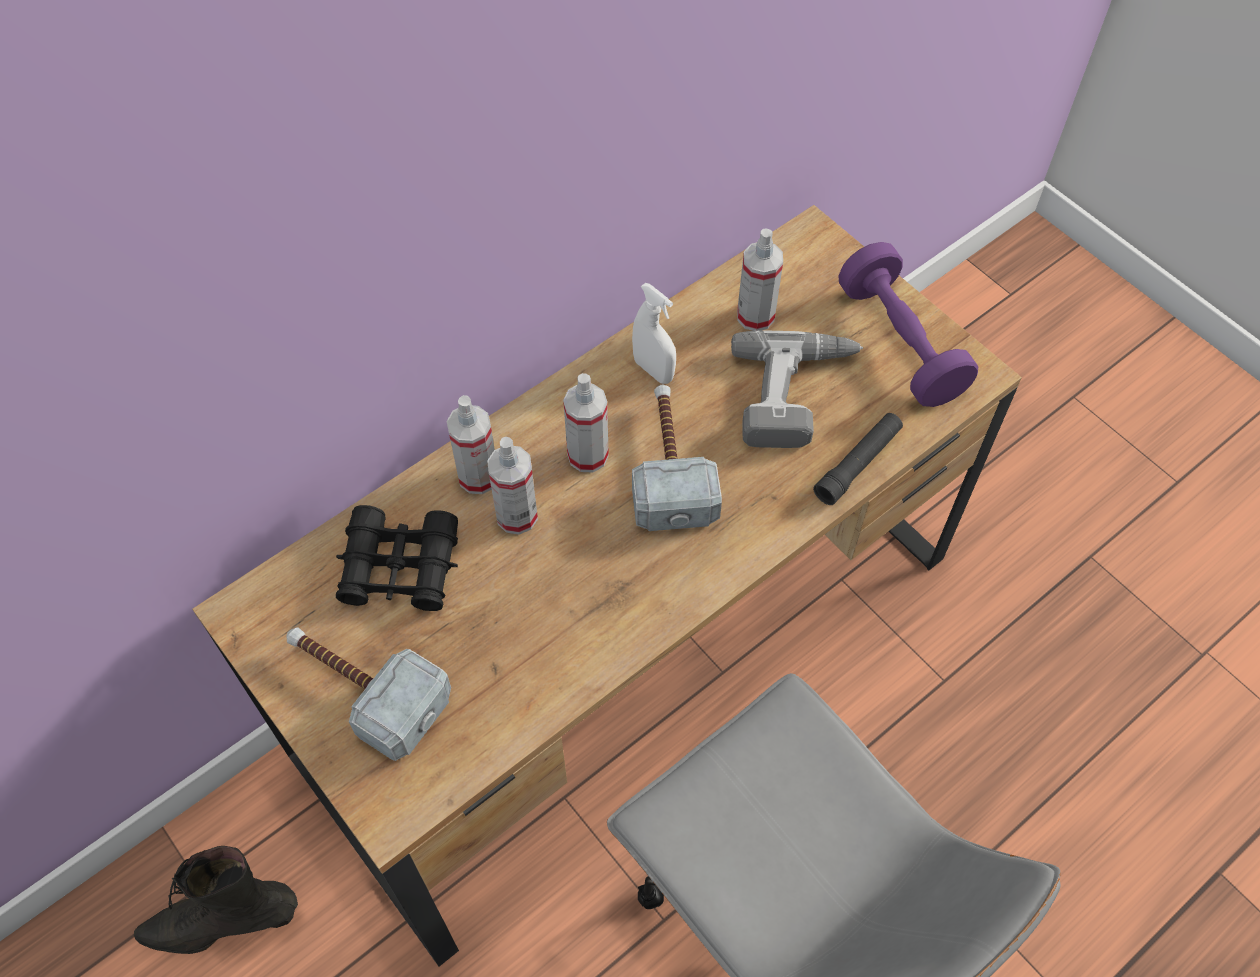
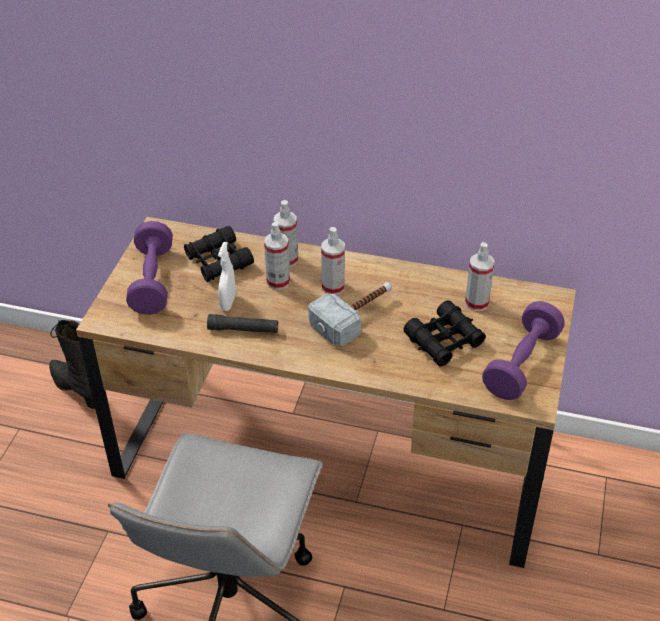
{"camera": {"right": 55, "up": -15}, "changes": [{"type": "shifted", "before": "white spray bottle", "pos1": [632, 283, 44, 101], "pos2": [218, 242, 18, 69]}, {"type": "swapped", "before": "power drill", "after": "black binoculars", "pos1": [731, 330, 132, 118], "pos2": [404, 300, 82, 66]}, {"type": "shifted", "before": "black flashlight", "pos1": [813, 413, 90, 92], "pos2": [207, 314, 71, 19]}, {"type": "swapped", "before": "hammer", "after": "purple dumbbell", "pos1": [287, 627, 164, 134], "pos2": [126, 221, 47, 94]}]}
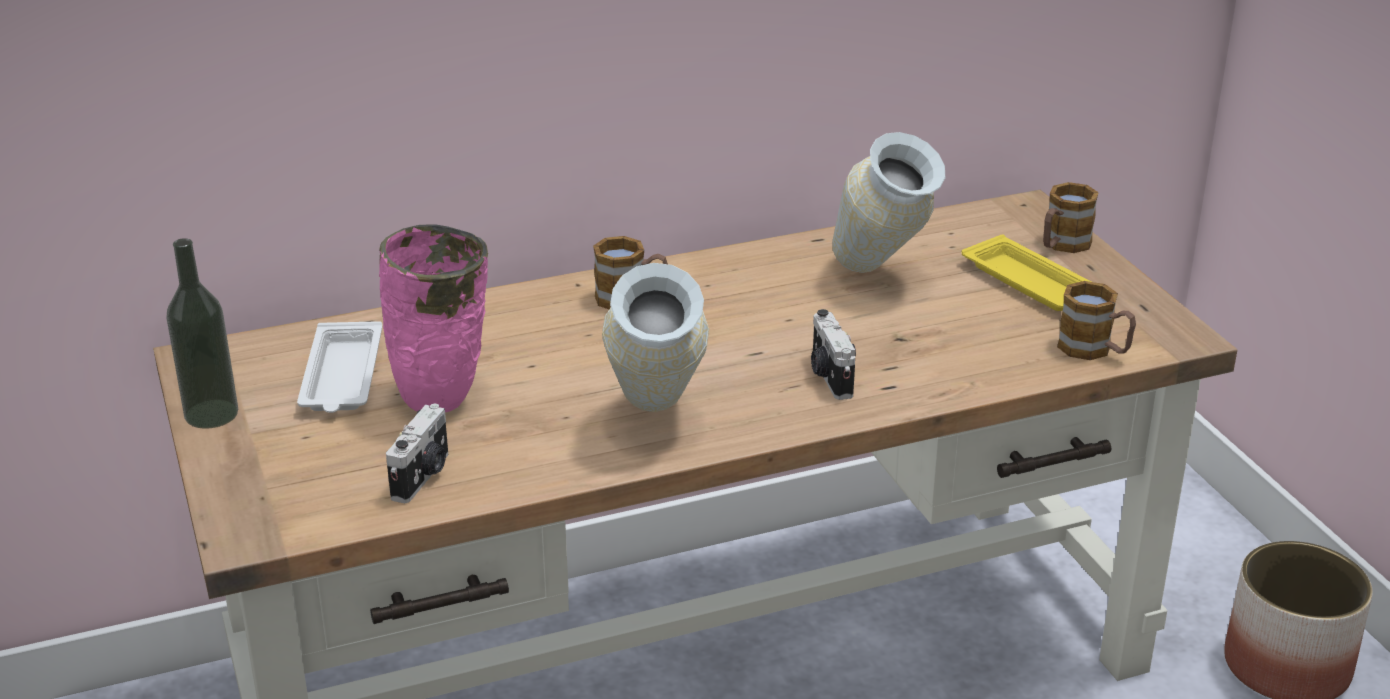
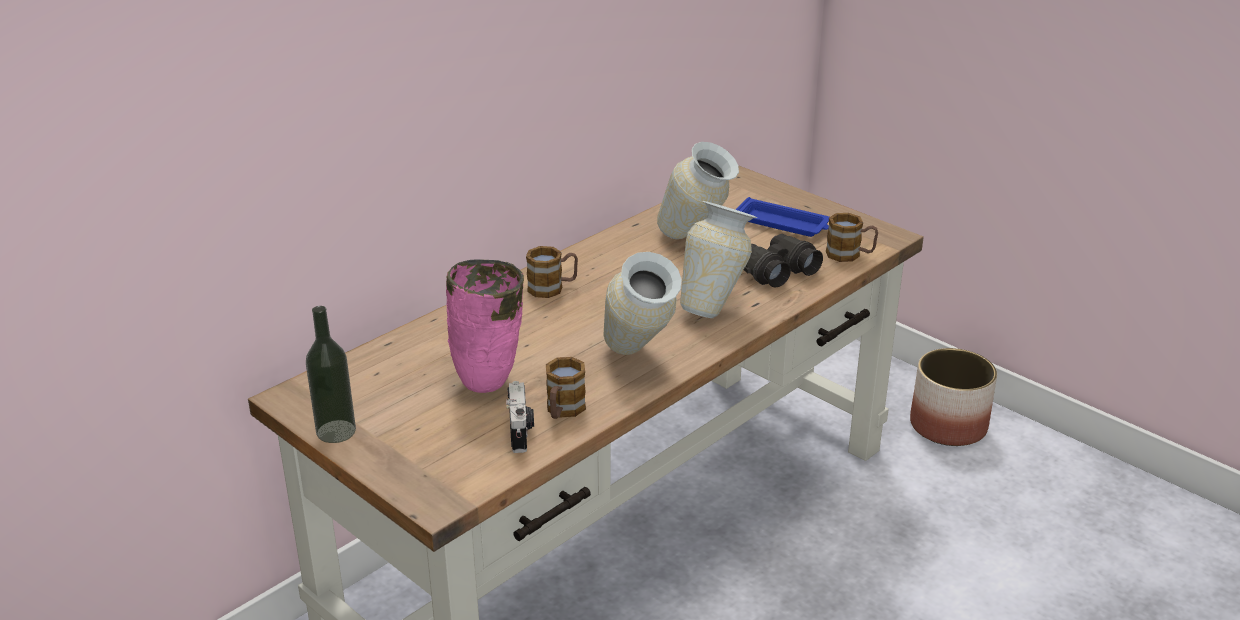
{"camera": {"right": -25, "up": 0}, "changes": [{"type": "shifted", "before": "mug", "pos1": [1043, 182, 56, 71], "pos2": [546, 357, 40, 62]}, {"type": "repainted", "before": "yellow tray", "after": "blue tray", "pos1": [962, 234, 129, 77], "pos2": [736, 197, 93, 40]}, {"type": "swapped", "before": "photo camera", "after": "vase", "pos1": [811, 309, 45, 91], "pos2": [680, 201, 77, 117]}, {"type": "gone", "before": "white tray", "pos1": [297, 321, 85, 92]}, {"type": "new", "after": "black binoculars", "pos2": [744, 234, 79, 54]}]}
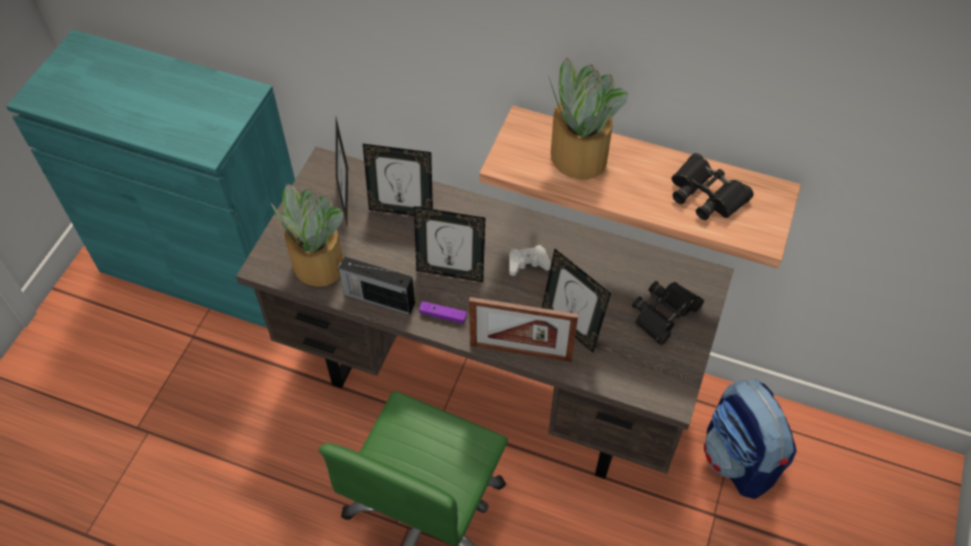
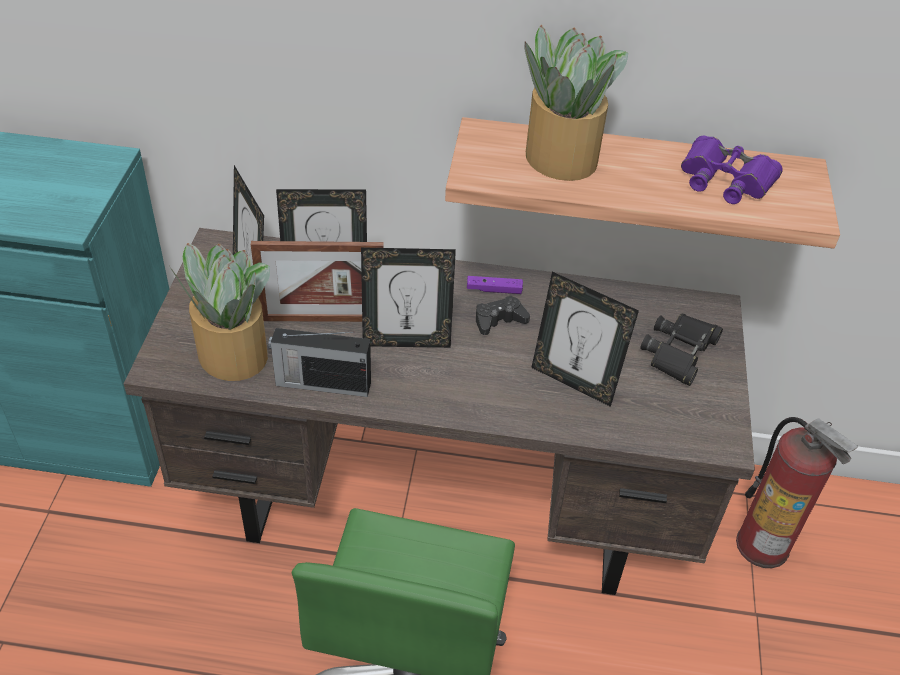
{"camera": {"right": -15, "up": -10}, "changes": [{"type": "repainted", "before": "black binoculars", "after": "purple binoculars", "pos1": [671, 153, 83, 67], "pos2": [681, 136, 102, 68]}, {"type": "repainted", "before": "white game controller", "after": "black game controller", "pos1": [509, 245, 42, 31], "pos2": [476, 296, 54, 39]}, {"type": "shifted", "before": "picture frame", "pos1": [469, 297, 109, 65], "pos2": [251, 241, 133, 81]}, {"type": "shifted", "before": "purple game controller", "pos1": [419, 301, 48, 23], "pos2": [467, 276, 56, 18]}, {"type": "swapped", "before": "backpack", "after": "fire extinguisher", "pos1": [704, 379, 93, 120], "pos2": [736, 417, 122, 151]}]}
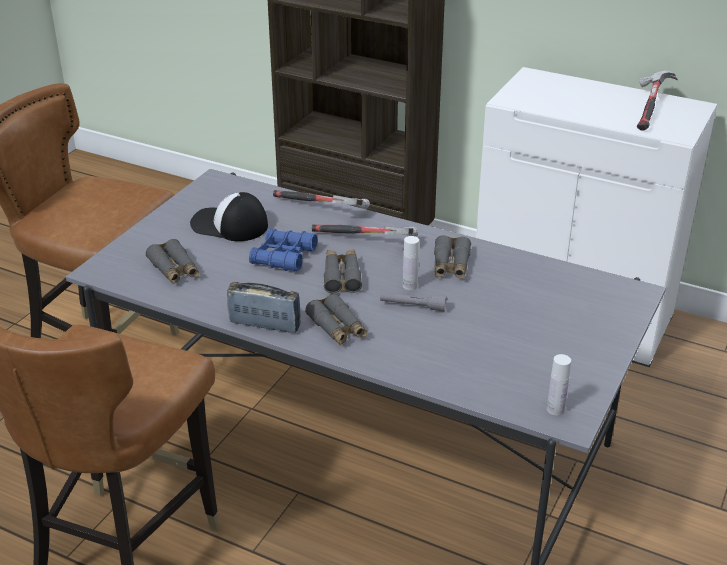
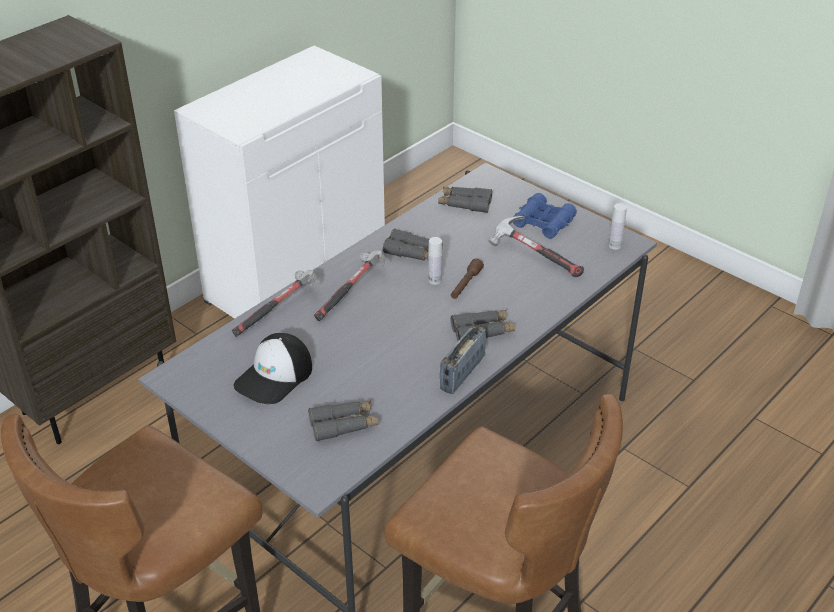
{"camera": {"right": -75, "up": 5}, "changes": [{"type": "shifted", "before": "hammer", "pos1": [637, 70, 41, 61], "pos2": [488, 216, 96, 61]}, {"type": "shifted", "before": "blue binoculars", "pos1": [249, 228, 68, 43], "pos2": [513, 193, 64, 46]}, {"type": "shifted", "before": "grey binoculars", "pos1": [324, 249, 38, 44], "pos2": [438, 187, 54, 26]}, {"type": "repainted", "before": "grey flashlight", "after": "brown flashlight", "pos1": [380, 292, 67, 20], "pos2": [451, 258, 33, 41]}]}
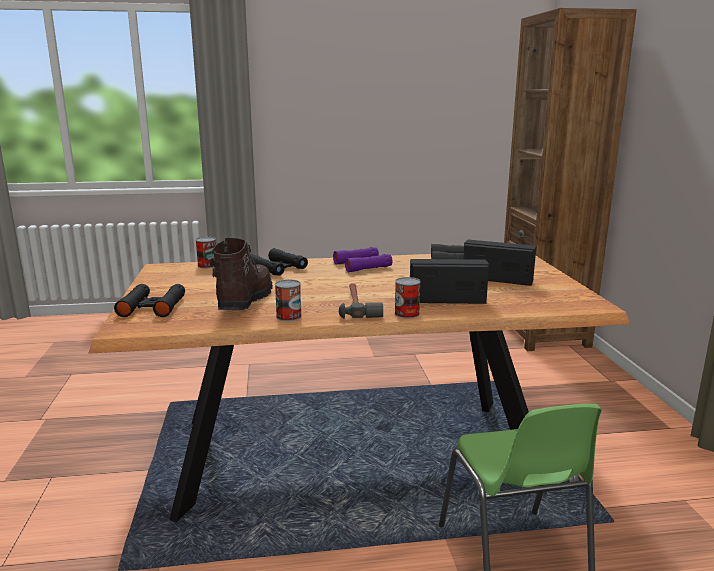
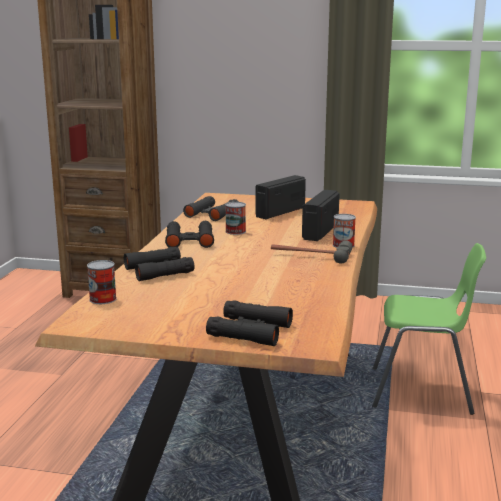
{"camera": {"right": -70, "up": 0}, "changes": [{"type": "gone", "before": "brown boot", "pos1": [209, 238, 64, 72]}, {"type": "repainted", "before": "purple binoculars", "after": "black binoculars", "pos1": [333, 247, 59, 25], "pos2": [165, 221, 49, 27]}, {"type": "shifted", "before": "can", "pos1": [275, 279, 27, 42], "pos2": [225, 202, 21, 33]}]}
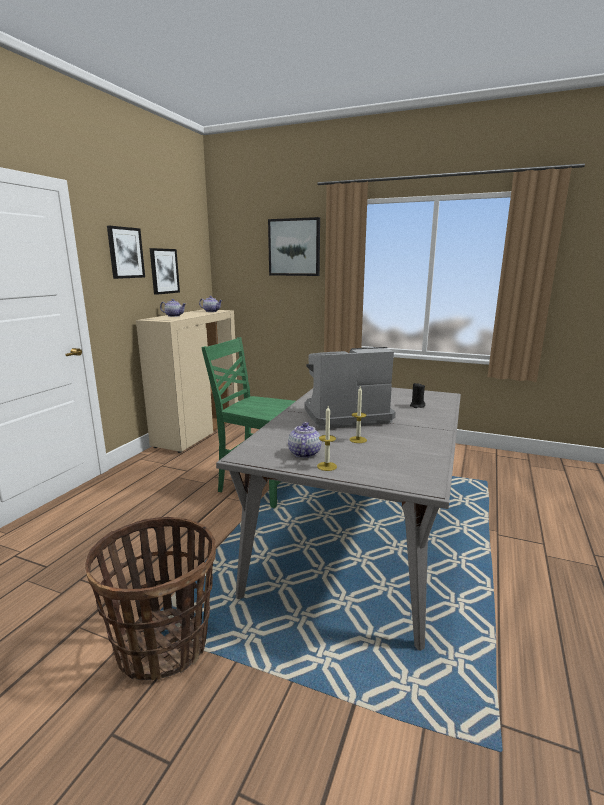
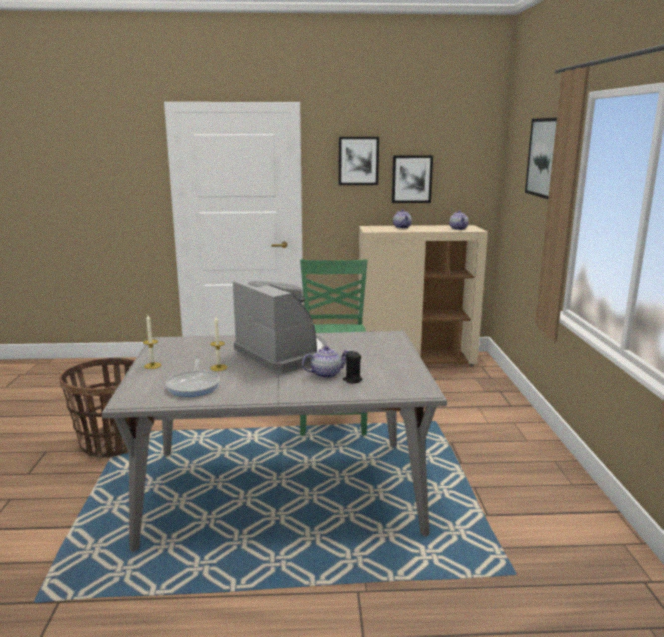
{"camera": {"right": 65, "up": 0}, "changes": [{"type": "shifted", "before": "teapot", "pos1": [288, 422, 33, 36], "pos2": [302, 346, 48, 32]}, {"type": "new", "after": "frying pan", "pos2": [166, 359, 54, 38]}]}
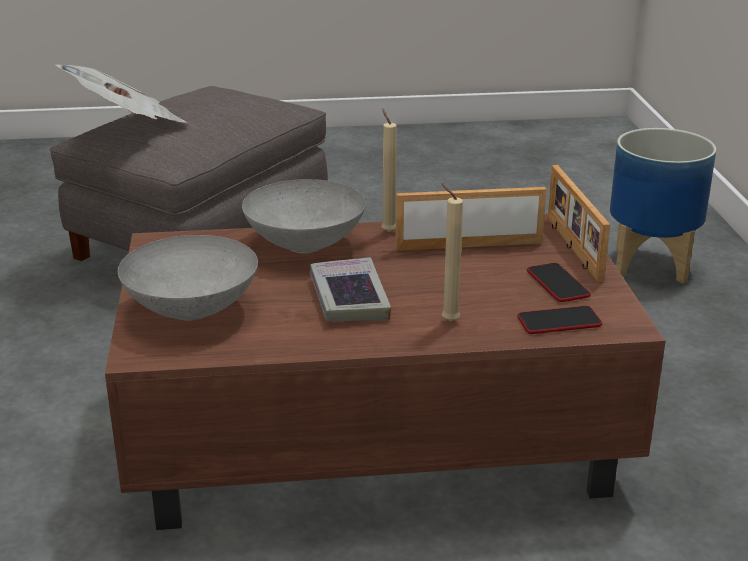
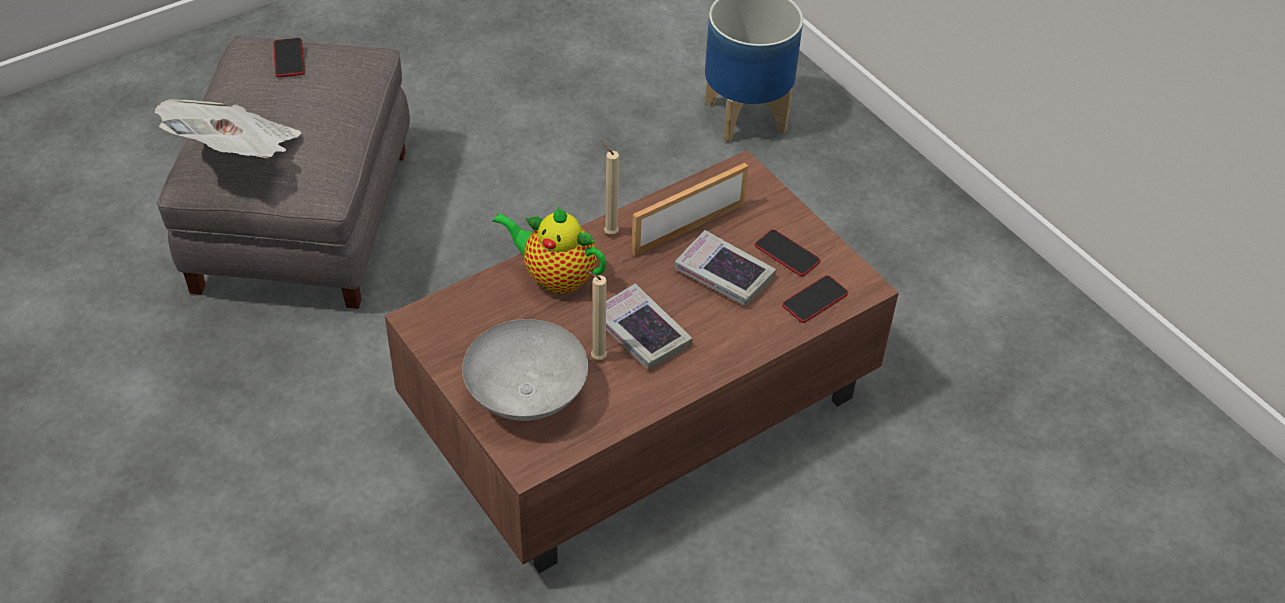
{"camera": {"right": -30, "up": 20}, "changes": [{"type": "gone", "before": "picture frame", "pos1": [548, 165, 62, 117]}, {"type": "swapped", "before": "grey bowl", "after": "teapot", "pos1": [242, 179, 124, 74], "pos2": [492, 206, 114, 88]}, {"type": "shifted", "before": "beige candle", "pos1": [441, 183, 22, 139], "pos2": [586, 270, 21, 90]}, {"type": "new", "after": "phone", "pos2": [273, 38, 32, 39]}, {"type": "new", "after": "book", "pos2": [674, 230, 102, 76]}]}
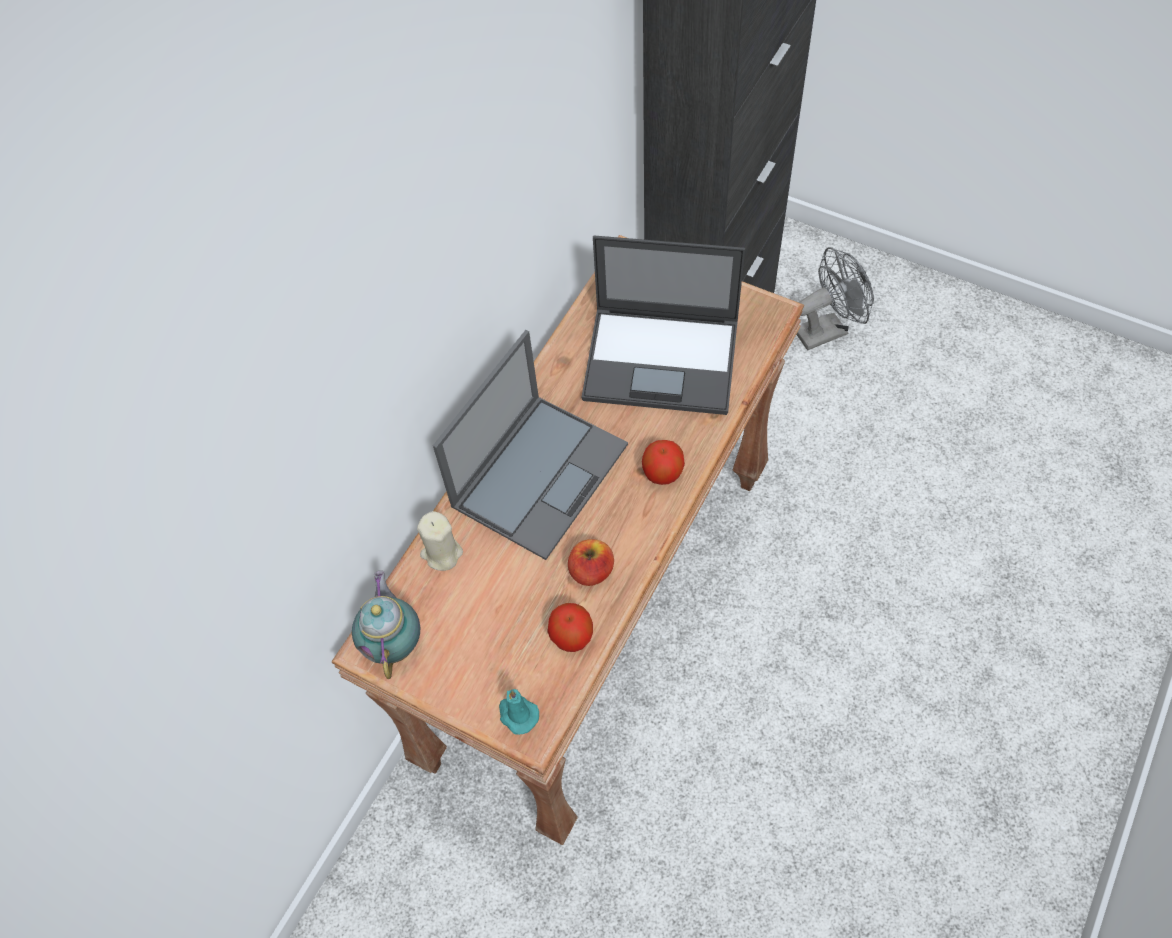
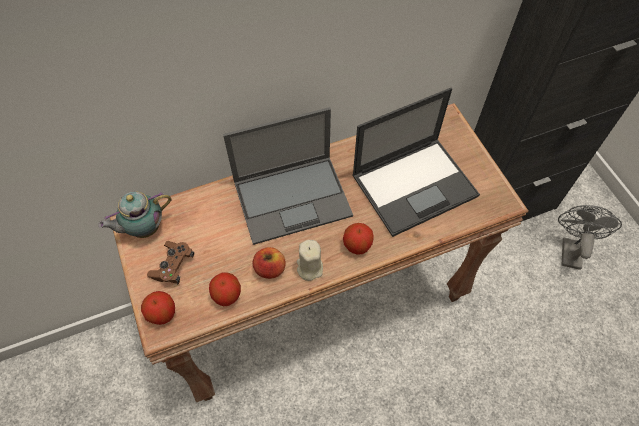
{"camera": {"right": 35, "up": 0}, "changes": [{"type": "rotated", "before": "laptop", "pos1": [581, 236, 164, 179], "pos2": [352, 88, 128, 149], "turn": -75}, {"type": "rotated", "before": "grey fan", "pos1": [796, 247, 78, 103], "pos2": [558, 205, 64, 65], "turn": -90}, {"type": "shifted", "before": "beige candle", "pos1": [417, 511, 46, 60], "pos2": [297, 240, 26, 41]}, {"type": "rotated", "before": "teapot", "pos1": [352, 570, 68, 109], "pos2": [98, 191, 73, 47], "turn": -150}, {"type": "swapped", "before": "turquoise candle", "after": "apple", "pos1": [499, 689, 40, 46], "pos2": [141, 291, 34, 34]}, {"type": "new", "after": "brown game controller", "pos2": [147, 241, 47, 43]}]}
